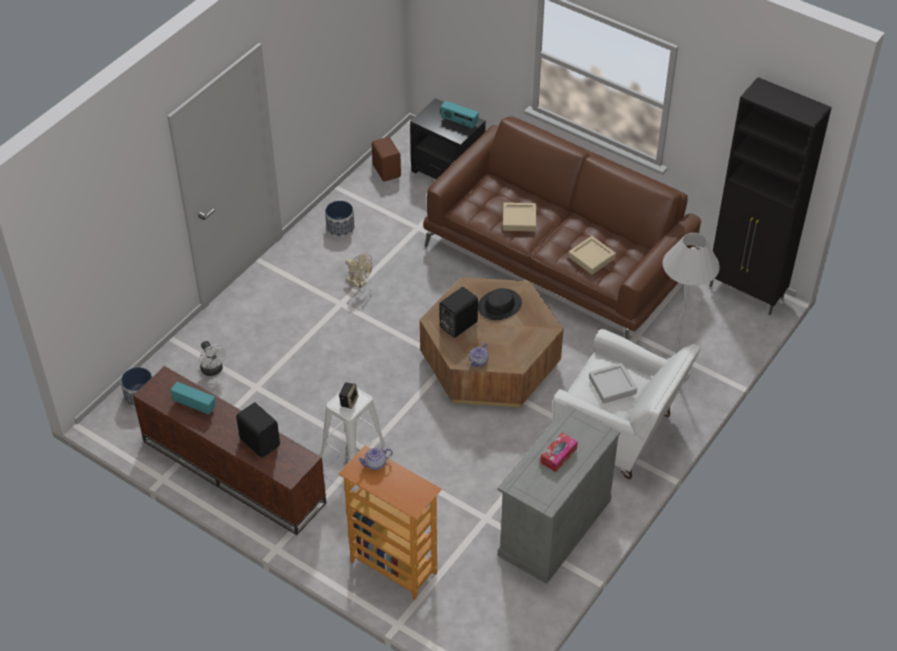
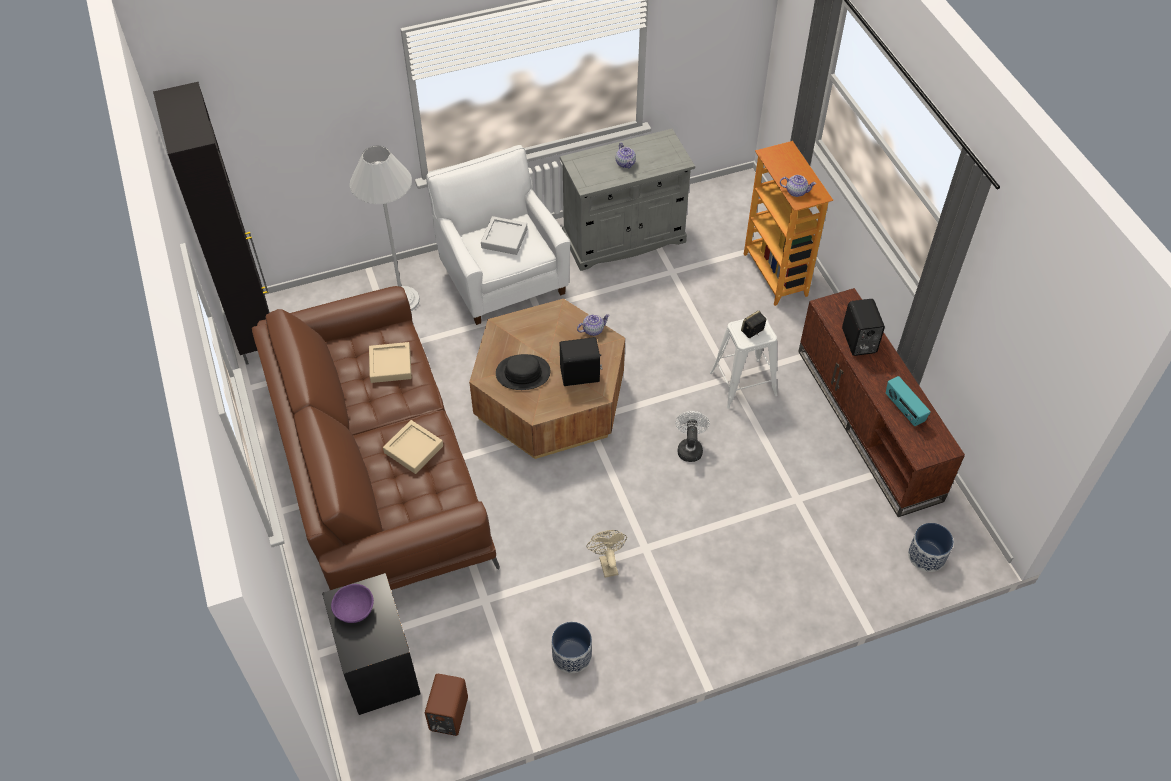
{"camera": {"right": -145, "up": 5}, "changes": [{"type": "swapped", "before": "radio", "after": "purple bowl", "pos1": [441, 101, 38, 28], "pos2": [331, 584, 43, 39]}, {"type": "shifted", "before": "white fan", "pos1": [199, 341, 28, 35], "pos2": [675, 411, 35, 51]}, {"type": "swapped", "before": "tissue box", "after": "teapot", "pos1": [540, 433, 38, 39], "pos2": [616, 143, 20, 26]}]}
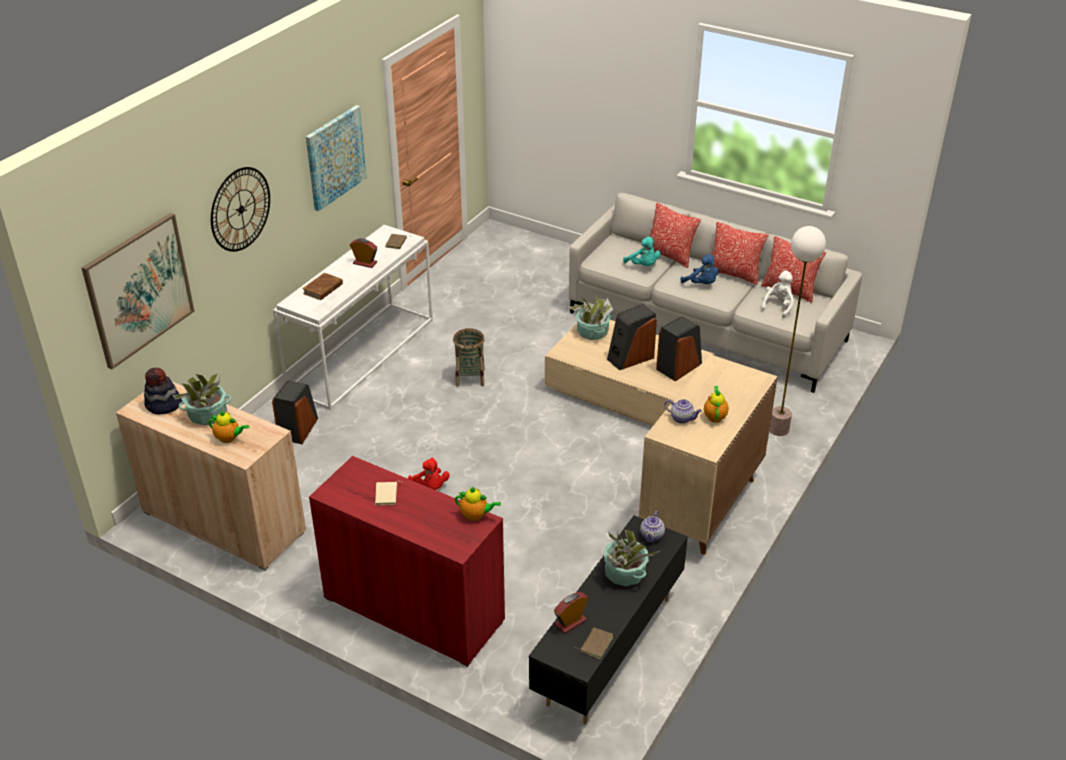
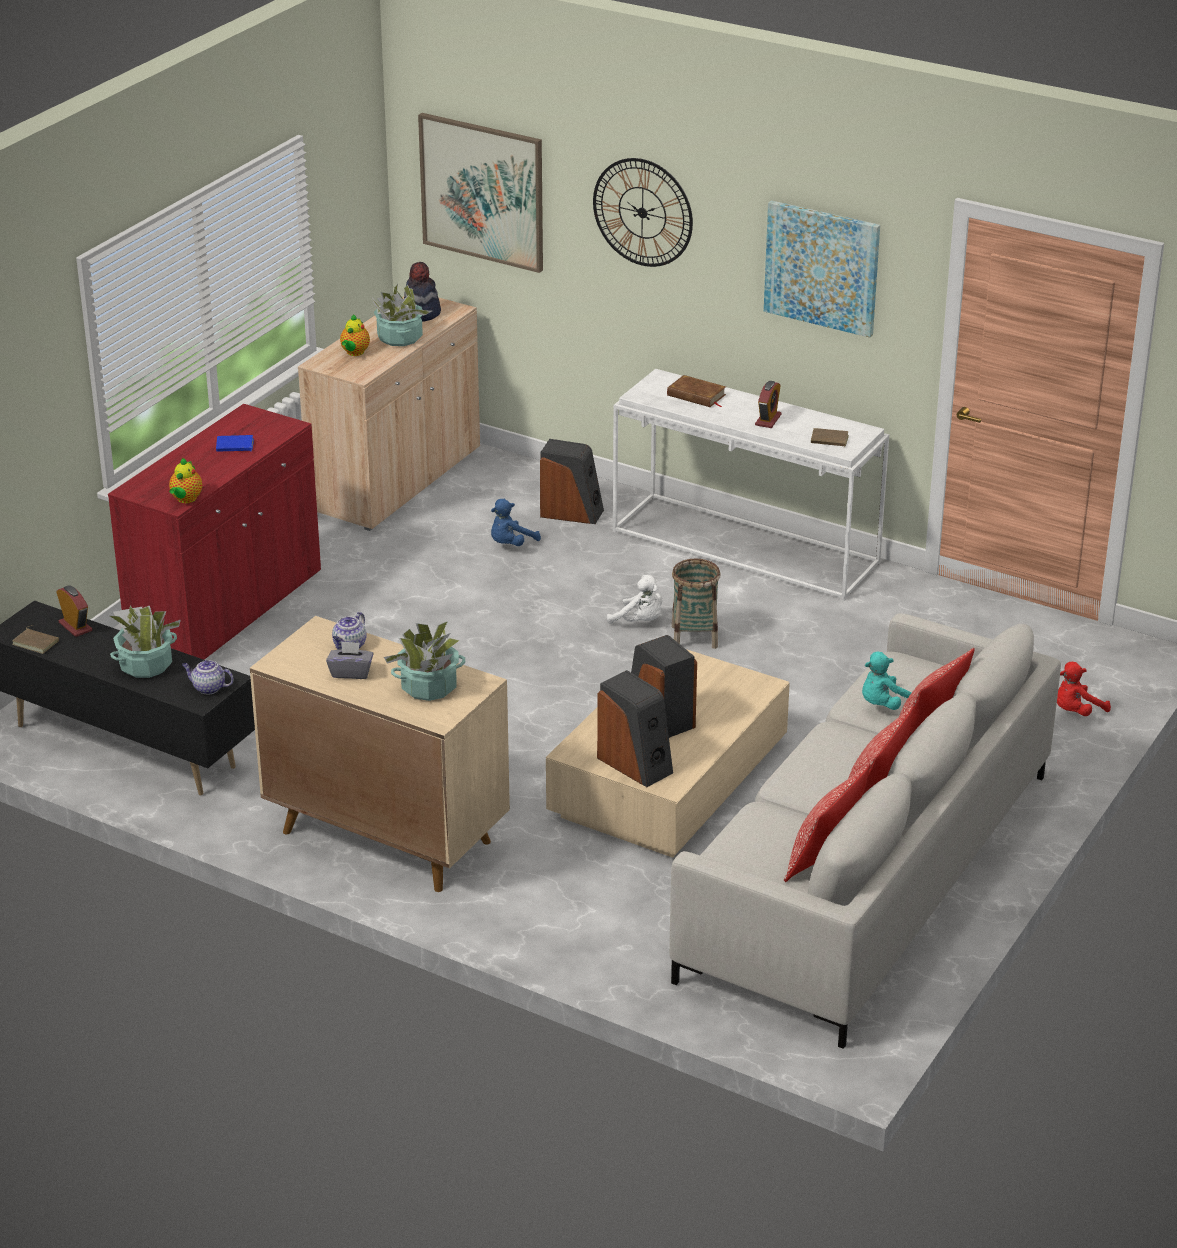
{"camera": {"right": 90, "up": -5}, "changes": [{"type": "gone", "before": "floor lamp", "pos1": [769, 226, 57, 210]}, {"type": "shifted", "before": "blue plush toy", "pos1": [680, 254, 38, 30], "pos2": [491, 499, 50, 47]}, {"type": "shifted", "before": "white plush toy", "pos1": [761, 271, 33, 47], "pos2": [607, 575, 55, 49]}, {"type": "shifted", "before": "potted plant", "pos1": [568, 294, 45, 46], "pos2": [384, 621, 81, 80]}, {"type": "swapped", "before": "teapot", "after": "grey tissue box", "pos1": [704, 386, 25, 37], "pos2": [326, 641, 48, 38]}, {"type": "shifted", "before": "red plush toy", "pos1": [408, 457, 42, 33], "pos2": [1057, 662, 54, 54]}, {"type": "repainted", "before": "beige book", "after": "blue book", "pos1": [375, 481, 29, 24], "pos2": [216, 435, 38, 17]}]}
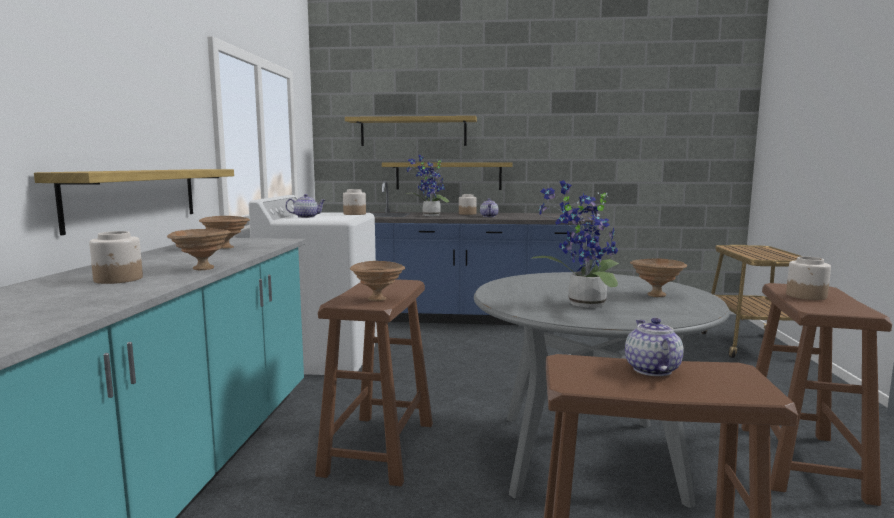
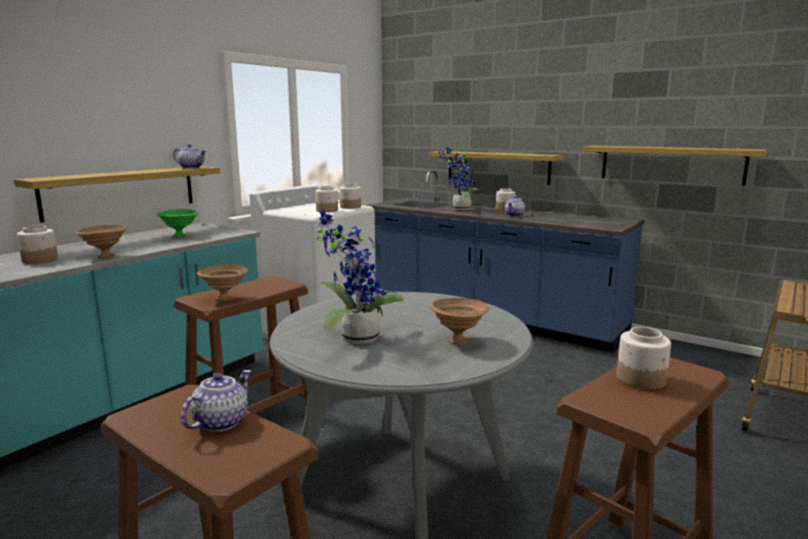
{"camera": {"right": 30, "up": 5}, "changes": [{"type": "shifted", "before": "shelf", "pos1": [345, 116, 132, 30], "pos2": [584, 146, 183, 40]}, {"type": "shifted", "before": "teapot", "pos1": [285, 194, 40, 24], "pos2": [173, 144, 33, 24]}, {"type": "repainted", "before": "brown bowl", "after": "green bowl", "pos1": [199, 216, 51, 33], "pos2": [157, 209, 42, 28]}, {"type": "new", "after": "jar", "pos2": [315, 186, 23, 26]}]}
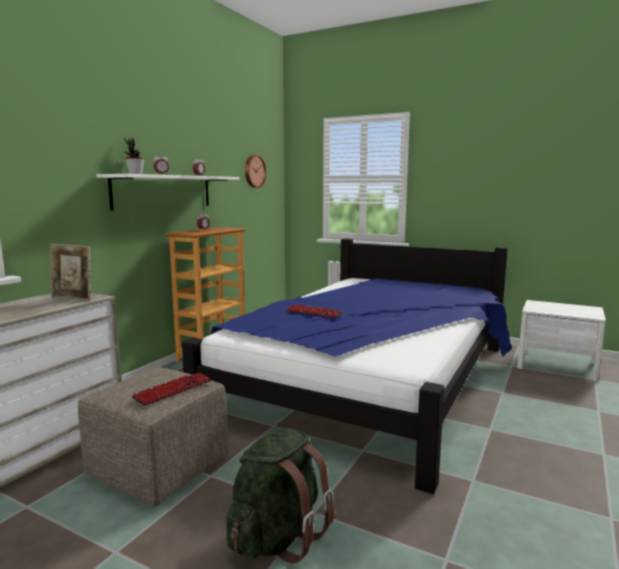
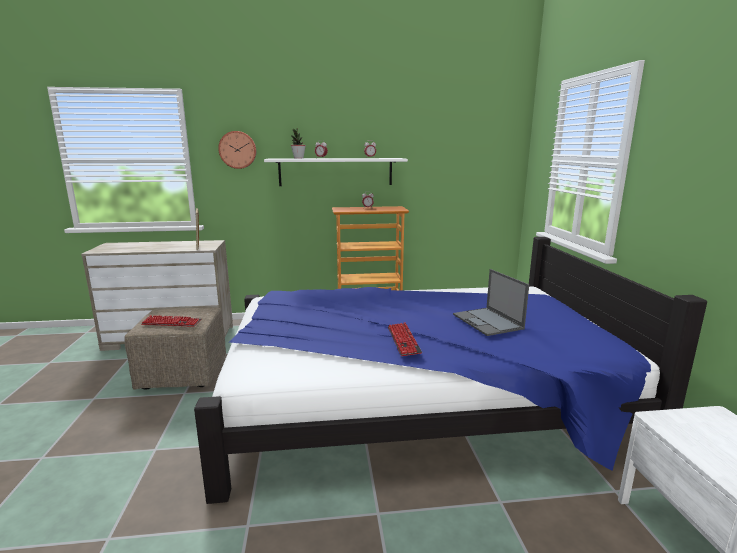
{"camera": {"right": 55, "up": 5}, "changes": [{"type": "shifted", "before": "wall clock", "pos1": [245, 155, 21, 33], "pos2": [218, 131, 38, 38]}, {"type": "shifted", "before": "keyboard", "pos1": [286, 304, 57, 14], "pos2": [388, 322, 34, 34]}, {"type": "gone", "before": "green backpack", "pos1": [226, 429, 109, 135]}, {"type": "new", "after": "laptop", "pos2": [453, 269, 76, 67]}]}
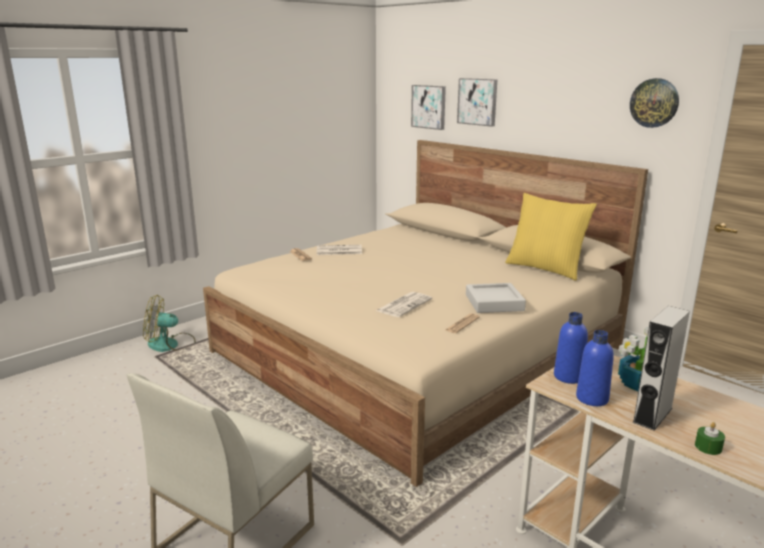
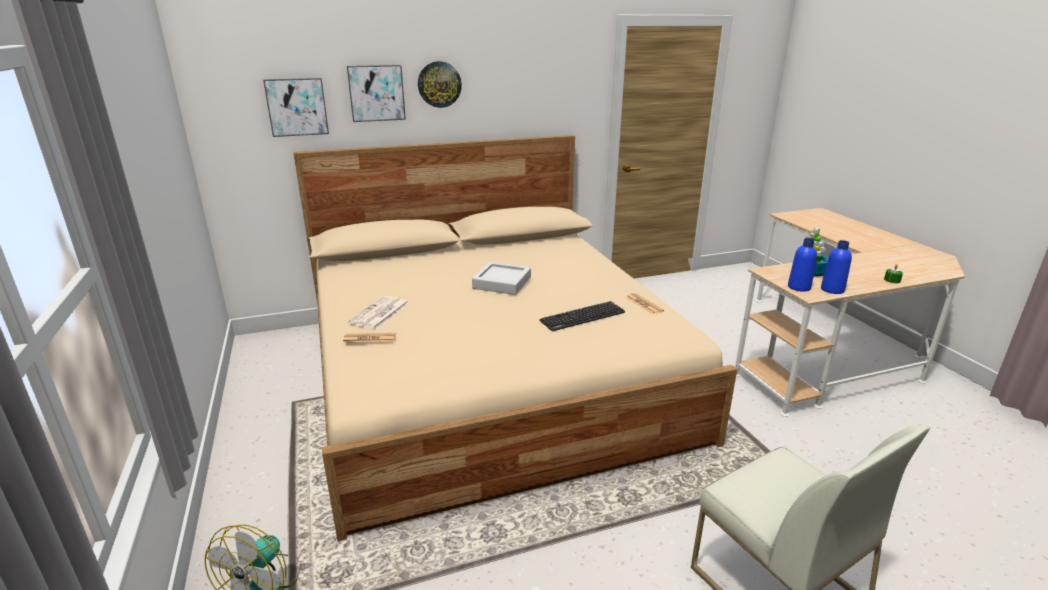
{"camera": {"right": -65, "up": 5}, "changes": [{"type": "shifted", "before": "wall clock", "pos1": [630, 78, 49, 50], "pos2": [418, 61, 44, 47]}, {"type": "gone", "before": "yellow pillow", "pos1": [505, 193, 92, 88]}, {"type": "shifted", "before": "grey tray", "pos1": [466, 283, 60, 30], "pos2": [472, 262, 59, 33]}, {"type": "swapped", "before": "newspaper", "after": "keyboard", "pos1": [376, 292, 56, 25], "pos2": [539, 301, 86, 30]}, {"type": "gone", "before": "grey speaker", "pos1": [633, 306, 57, 125]}]}
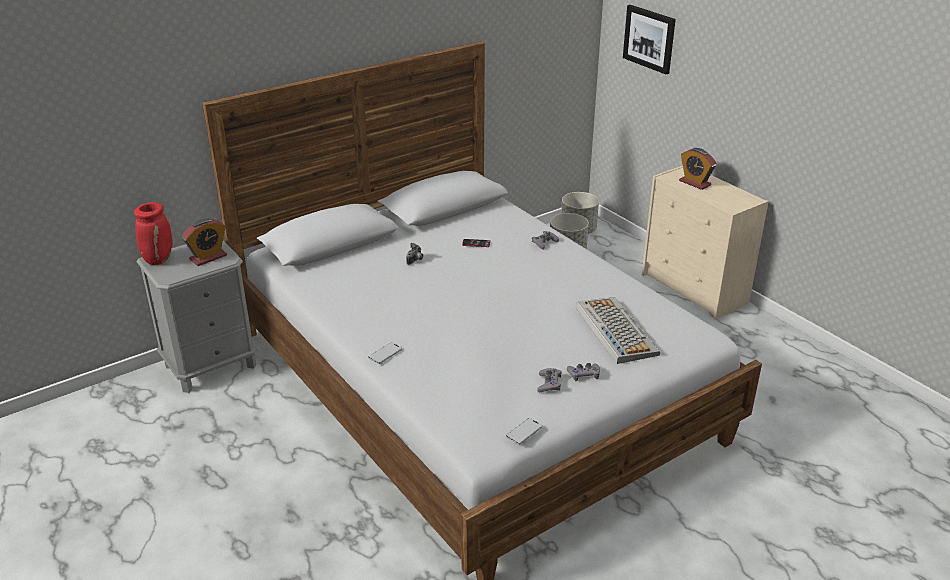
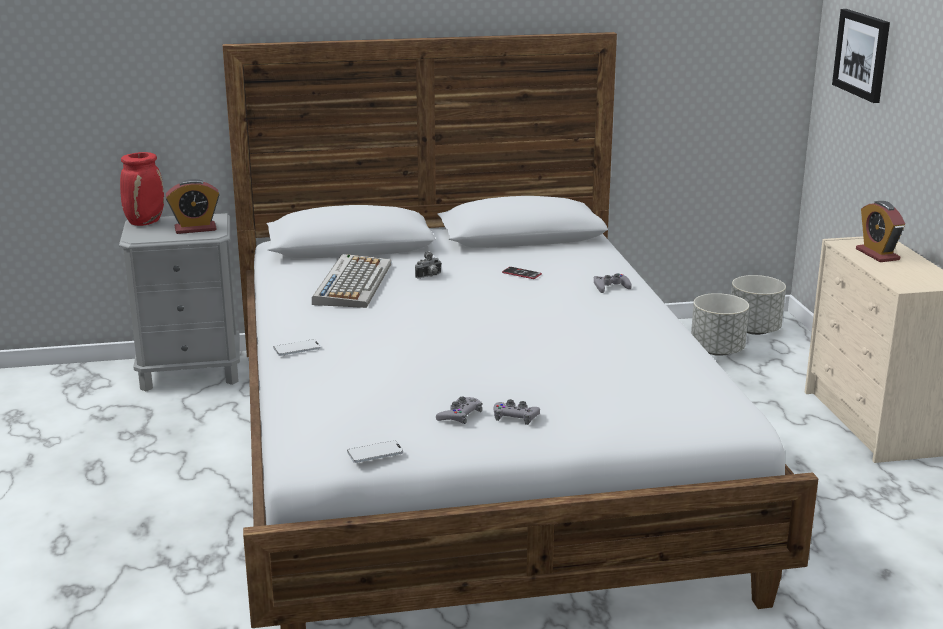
{"camera": {"right": 25, "up": -10}, "changes": [{"type": "shifted", "before": "keyboard", "pos1": [576, 297, 84, 67], "pos2": [312, 254, 79, 54]}]}
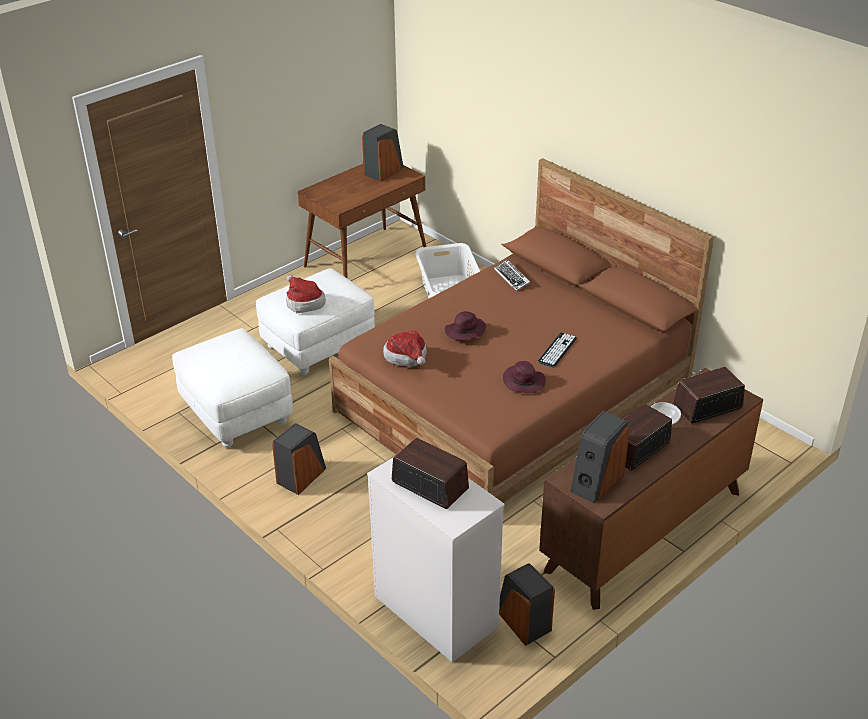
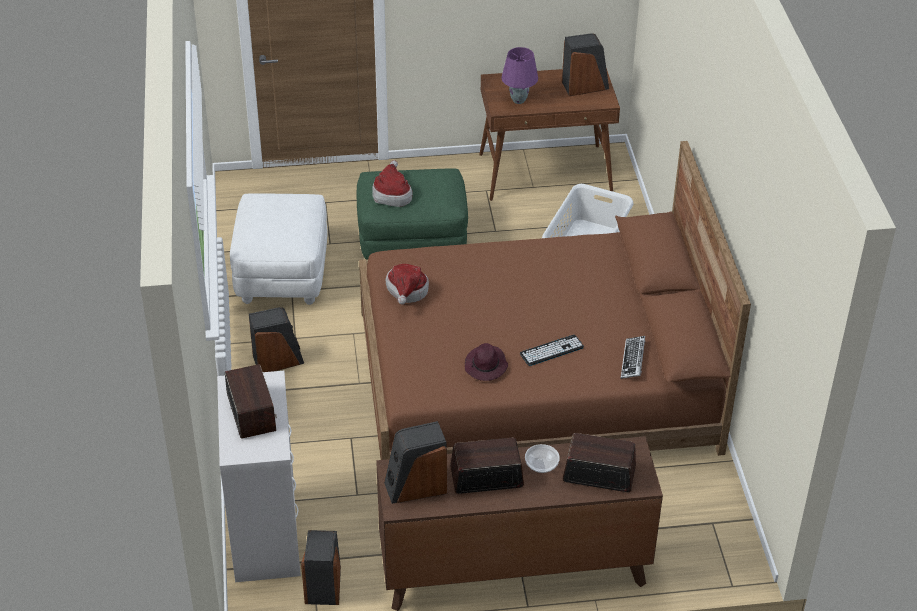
{"camera": {"right": 35, "up": 5}, "changes": [{"type": "shifted", "before": "keyboard", "pos1": [494, 259, 36, 33], "pos2": [621, 336, 24, 43]}, {"type": "repainted", "before": "white ottoman", "after": "green ottoman", "pos1": [256, 268, 119, 107], "pos2": [357, 168, 111, 92]}, {"type": "gone", "before": "purple hat", "pos1": [445, 311, 41, 29]}, {"type": "new", "after": "purple table lamp", "pos2": [501, 47, 37, 57]}]}
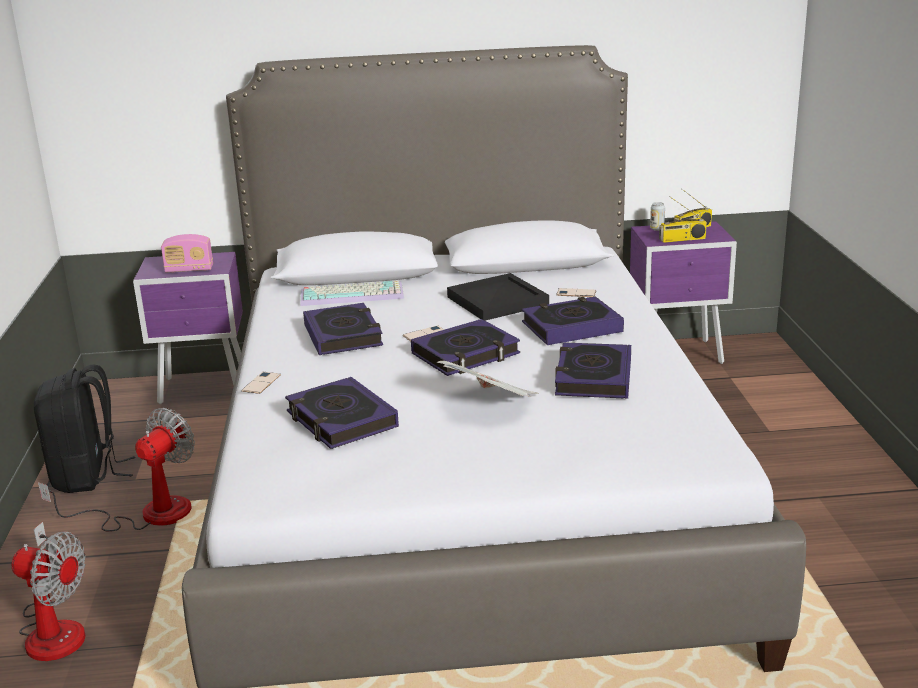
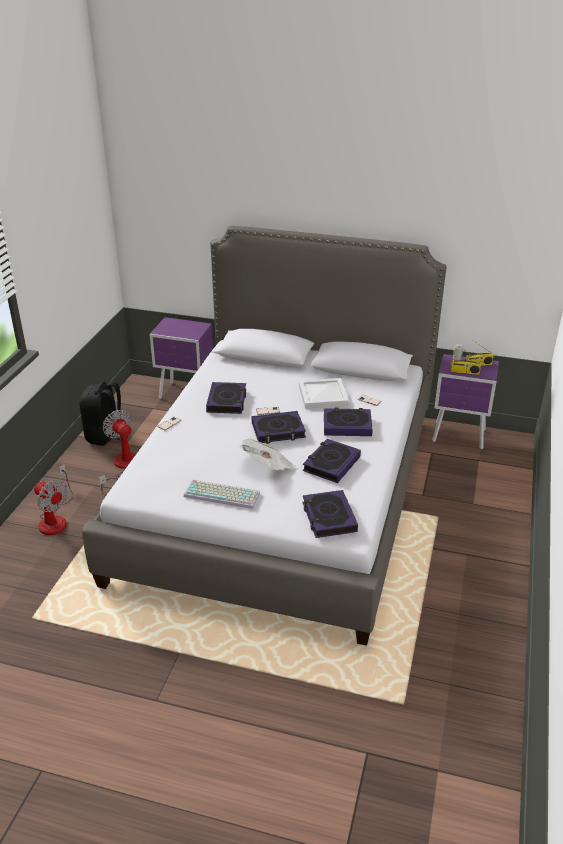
{"camera": {"right": 20, "up": 10}, "changes": [{"type": "gone", "before": "radio", "pos1": [161, 234, 52, 39]}, {"type": "repainted", "before": "black tray", "after": "white tray", "pos1": [447, 273, 102, 48], "pos2": [299, 378, 50, 31]}, {"type": "shifted", "before": "keyboard", "pos1": [300, 280, 104, 26], "pos2": [184, 480, 76, 29]}, {"type": "shifted", "before": "book", "pos1": [285, 377, 114, 72], "pos2": [303, 490, 55, 48]}, {"type": "rotated", "before": "fan", "pos1": [38, 408, 157, 124], "pos2": [99, 410, 37, 81], "turn": -90}]}
